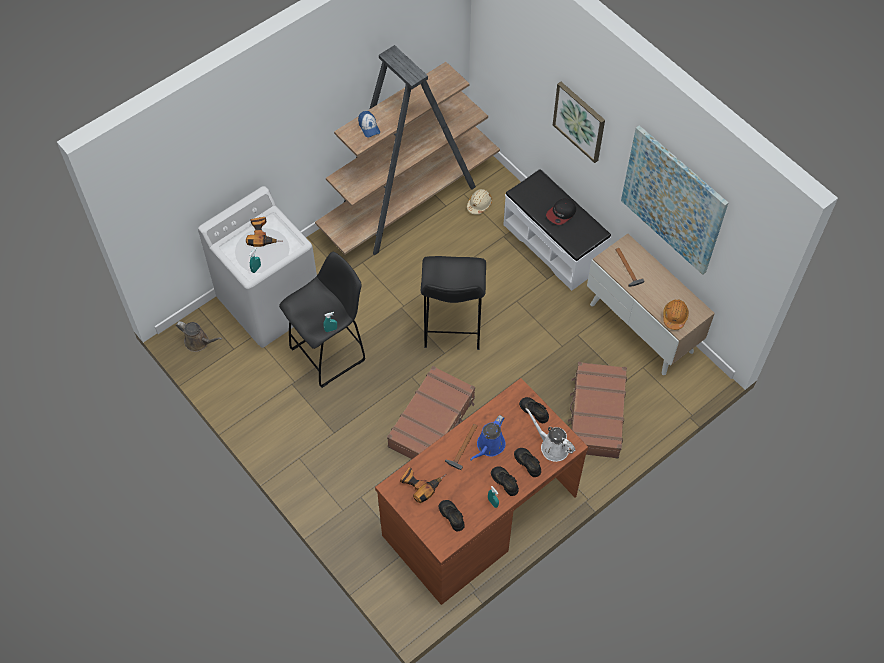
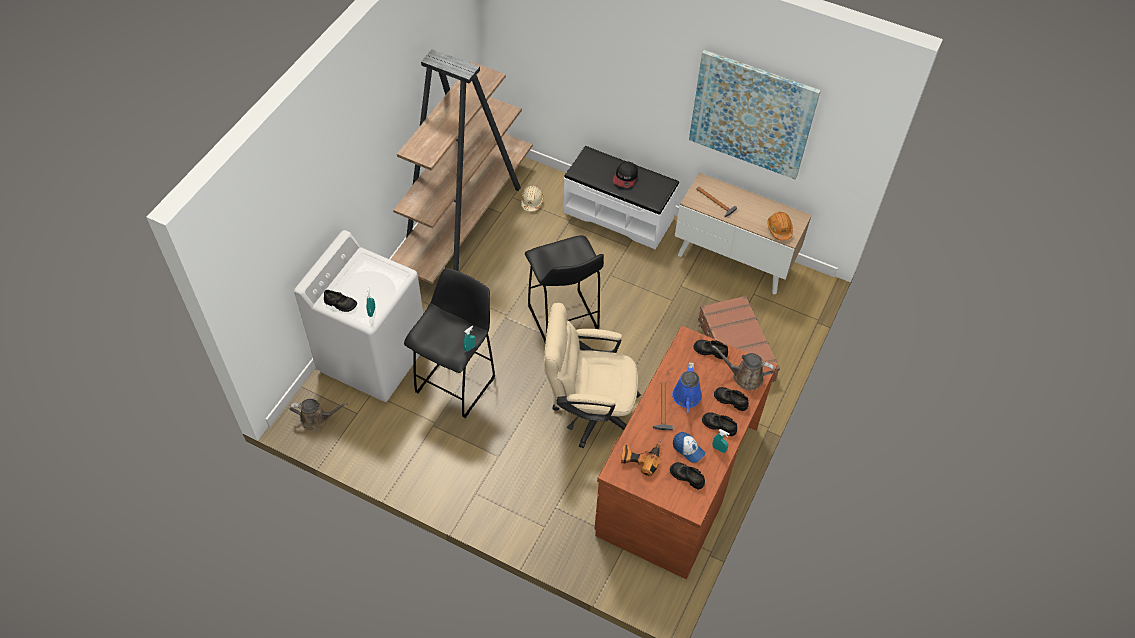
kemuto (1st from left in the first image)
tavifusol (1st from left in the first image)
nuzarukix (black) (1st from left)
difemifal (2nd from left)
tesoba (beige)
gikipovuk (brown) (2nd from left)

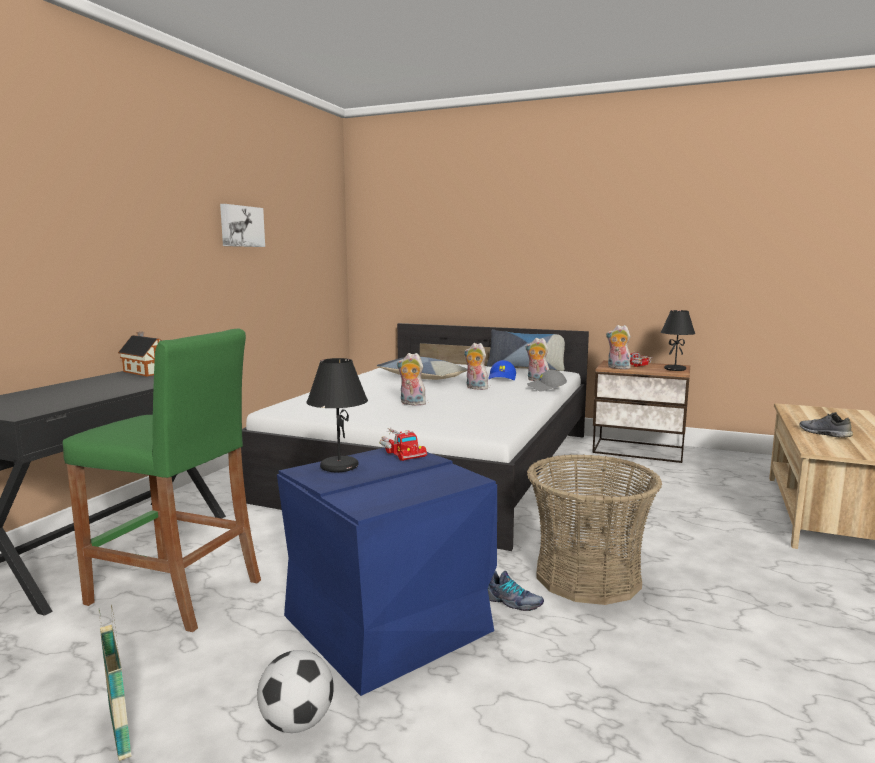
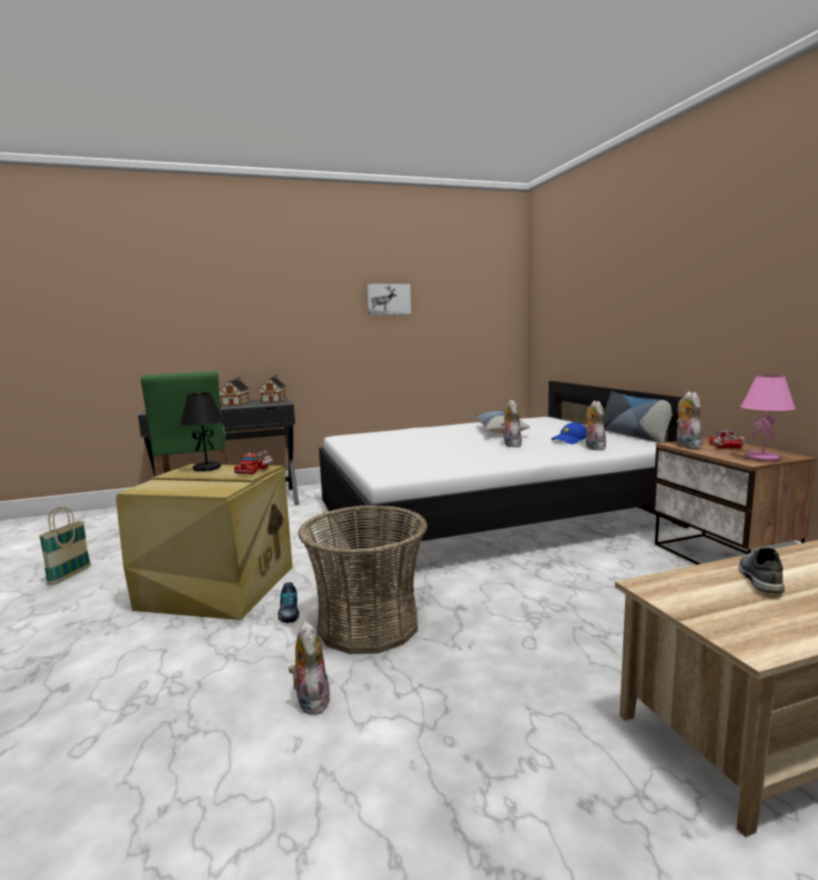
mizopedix
difemifal (grey)
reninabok (1st from left)
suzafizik (1st from left)
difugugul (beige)
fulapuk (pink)

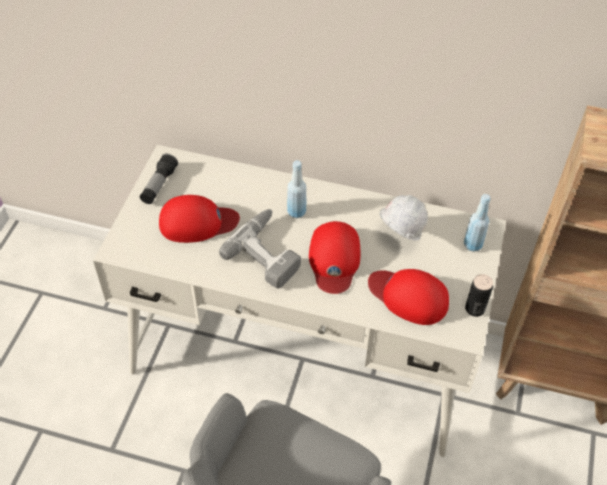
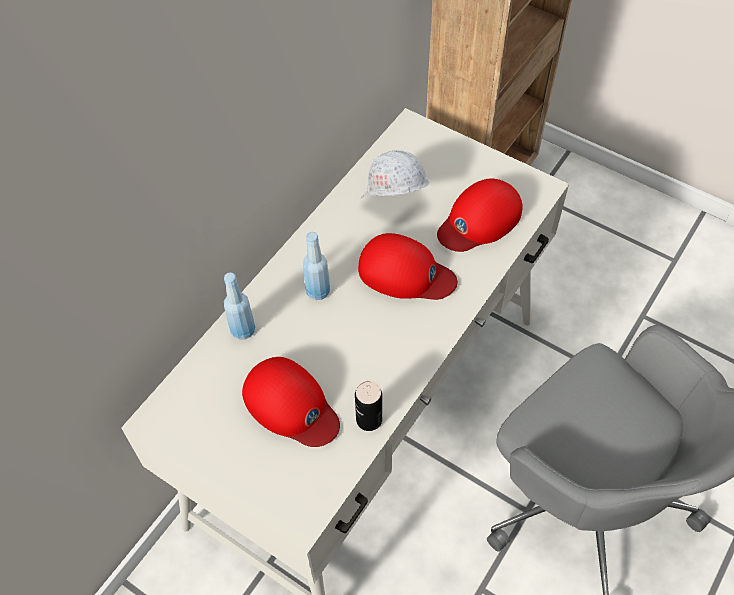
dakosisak
kemuto
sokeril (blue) (1st from left)
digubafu
difemifal (red) (1st from left)

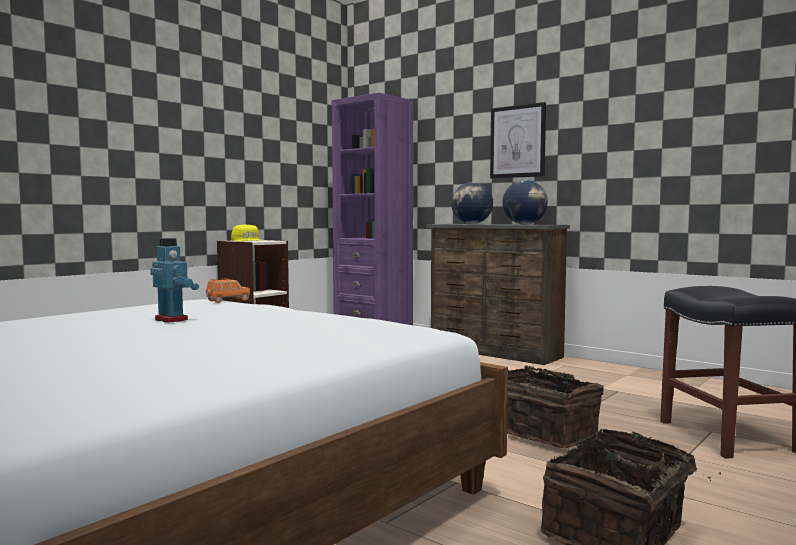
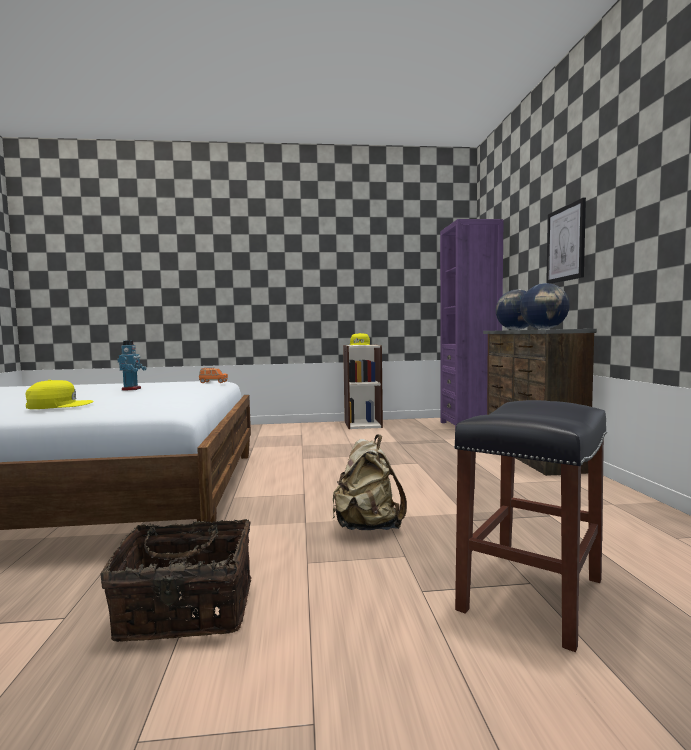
difemifal (yellow) (1st from left)
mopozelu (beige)

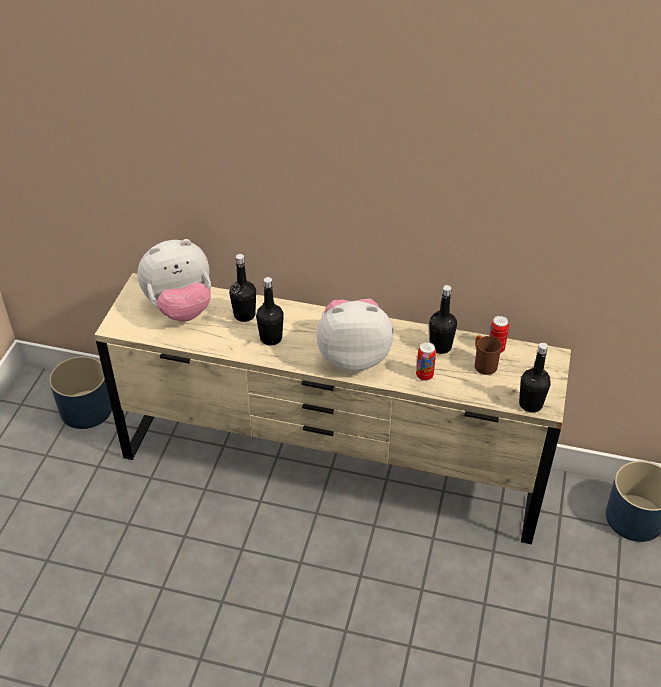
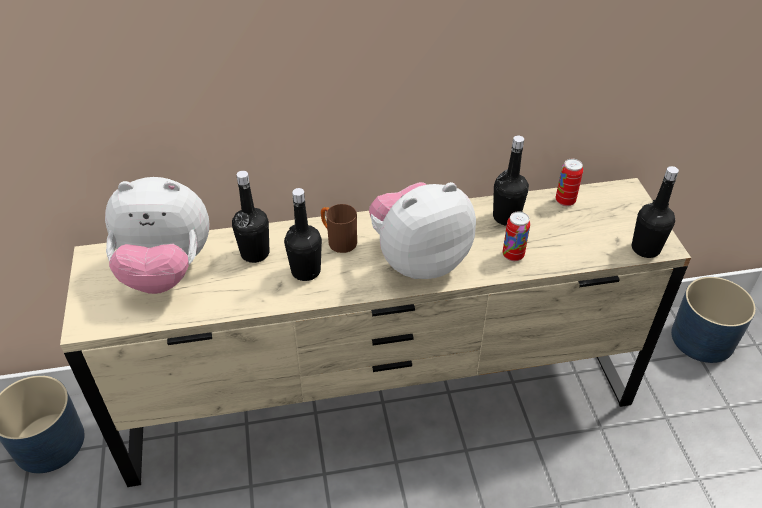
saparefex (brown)
suzafizik (1st from left)

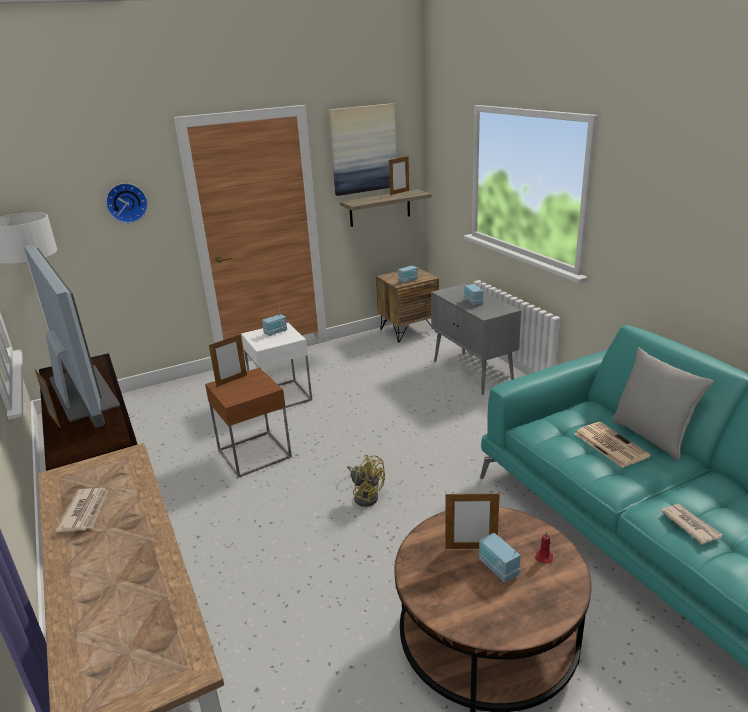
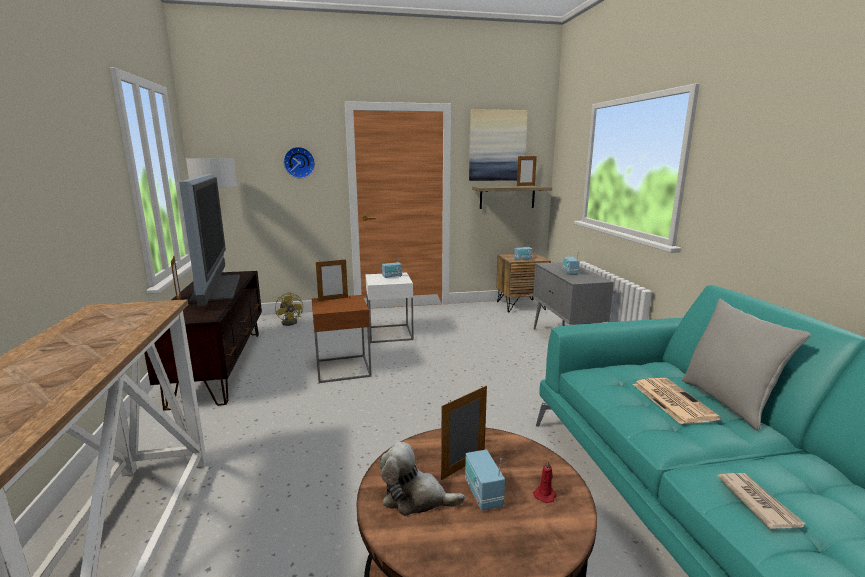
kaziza (1st from left in the first image)
suzafizik
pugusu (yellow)
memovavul (3rd from left)

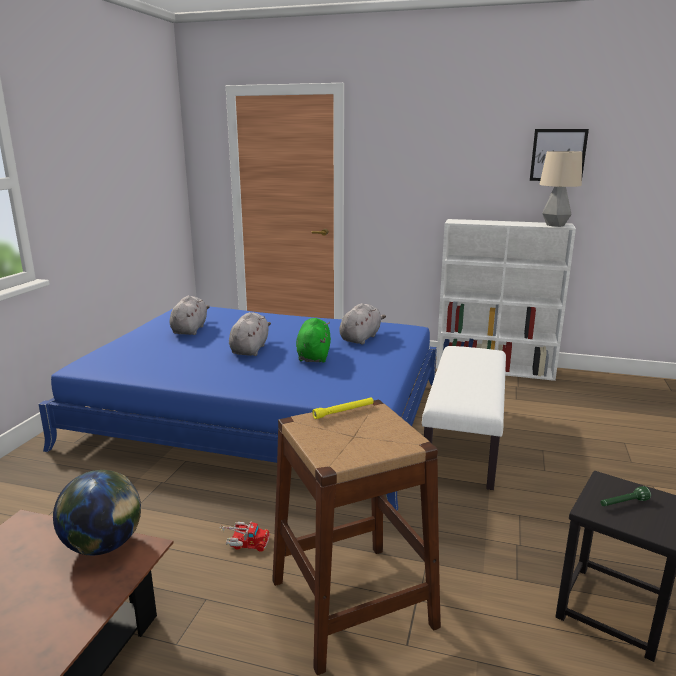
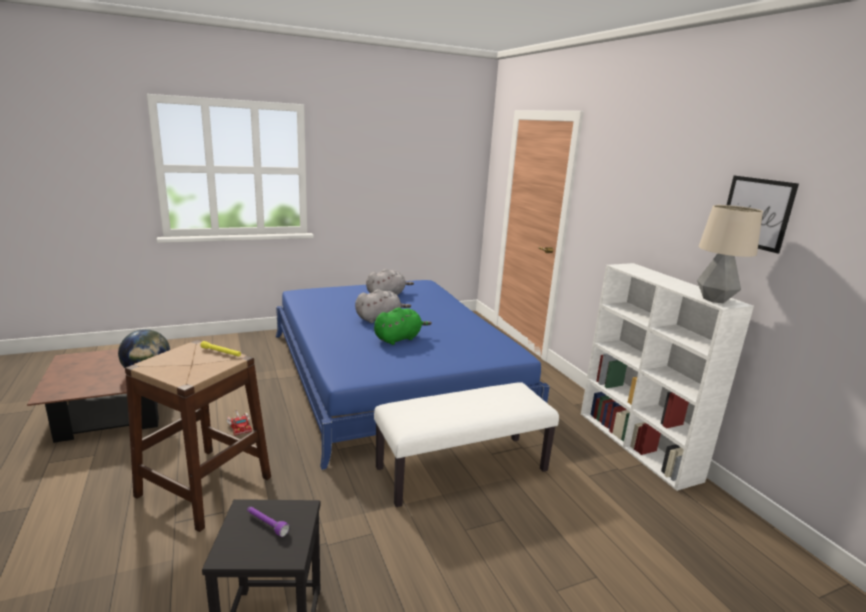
suzafizik (grey) (3rd from left in the first image)
dakosisak (purple)

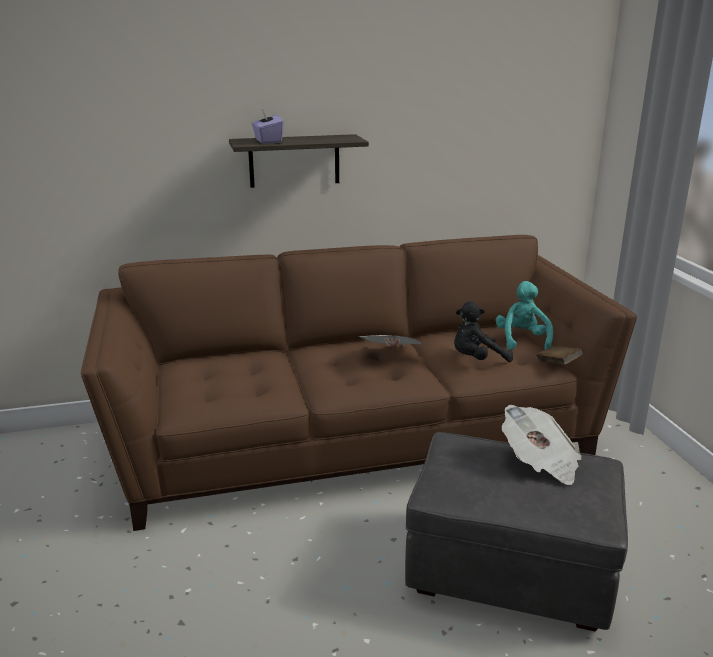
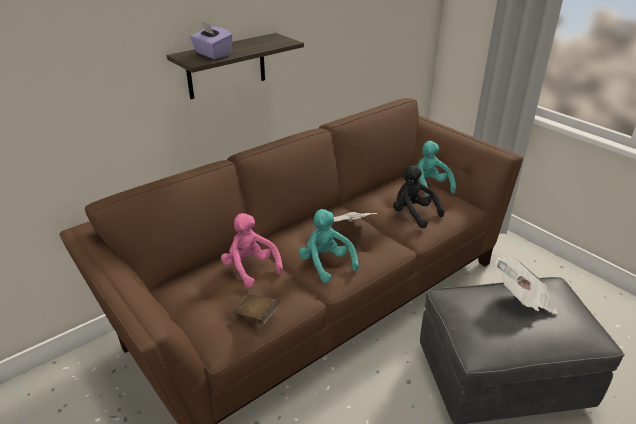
suzafizik (pink)
suzafizik (turquoise) (1st from left)
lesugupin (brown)
suzafizik (black)

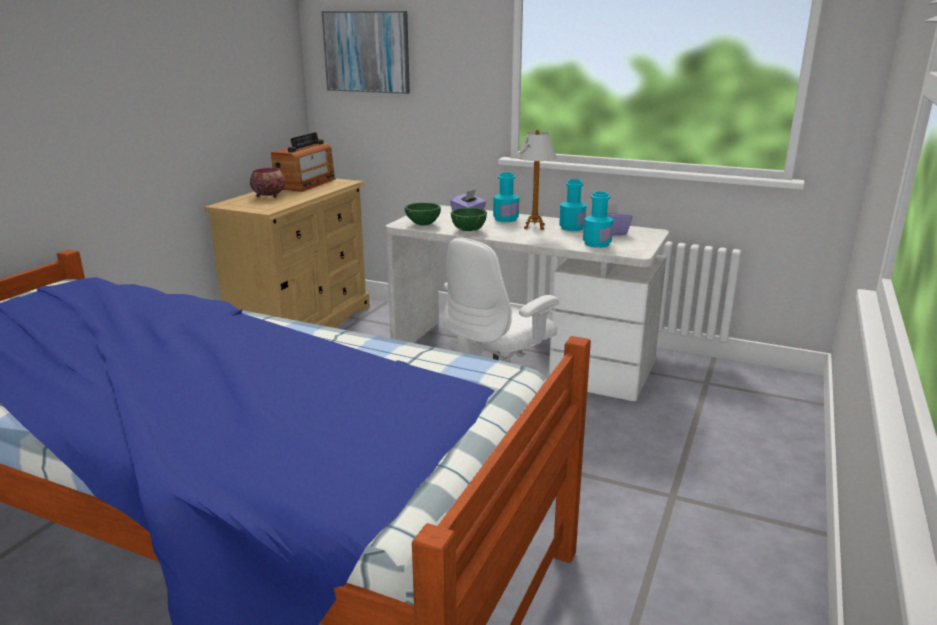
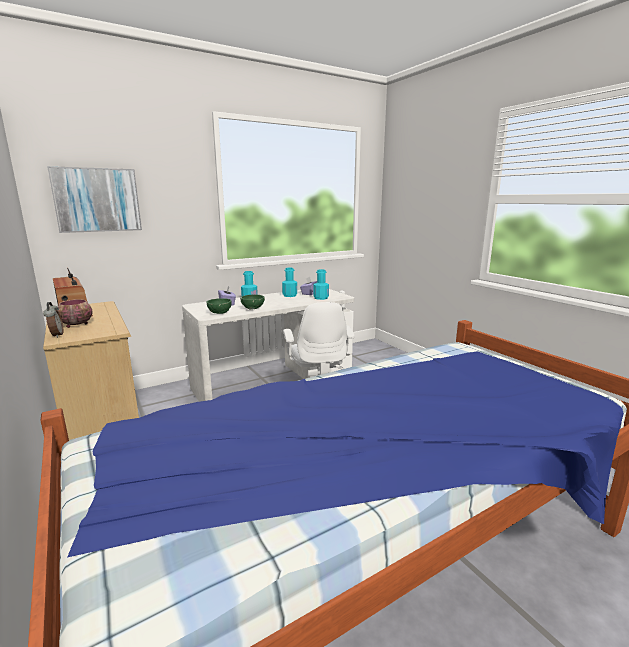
fulapuk
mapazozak

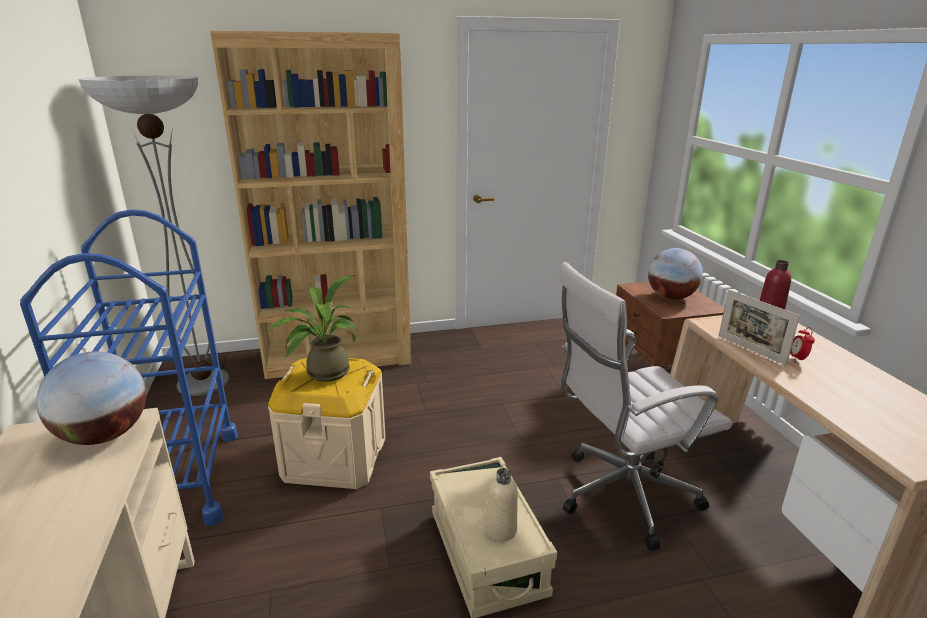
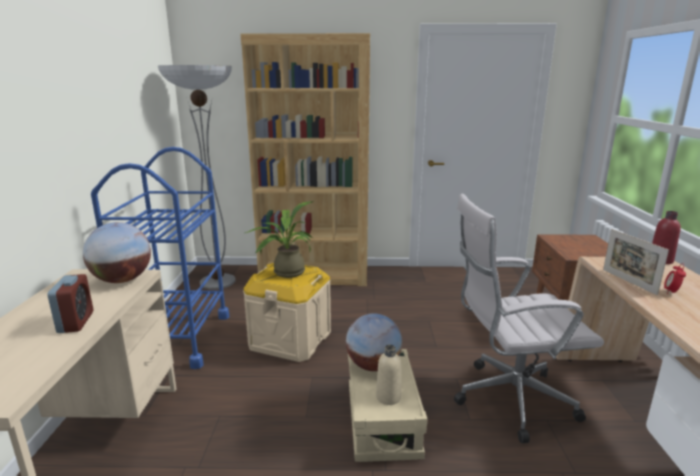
mapazozak (1st from left)
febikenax (2nd from left)

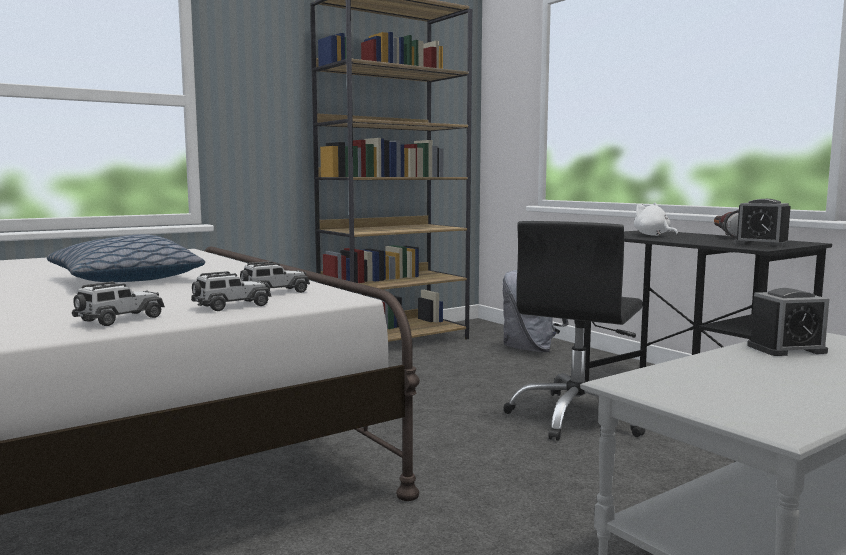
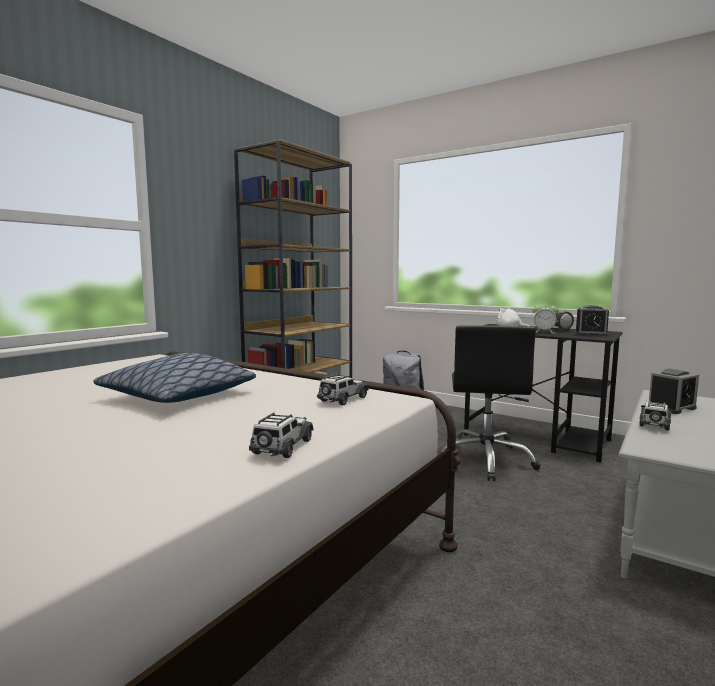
mapazozak (1st from left)
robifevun (3rd from left)

